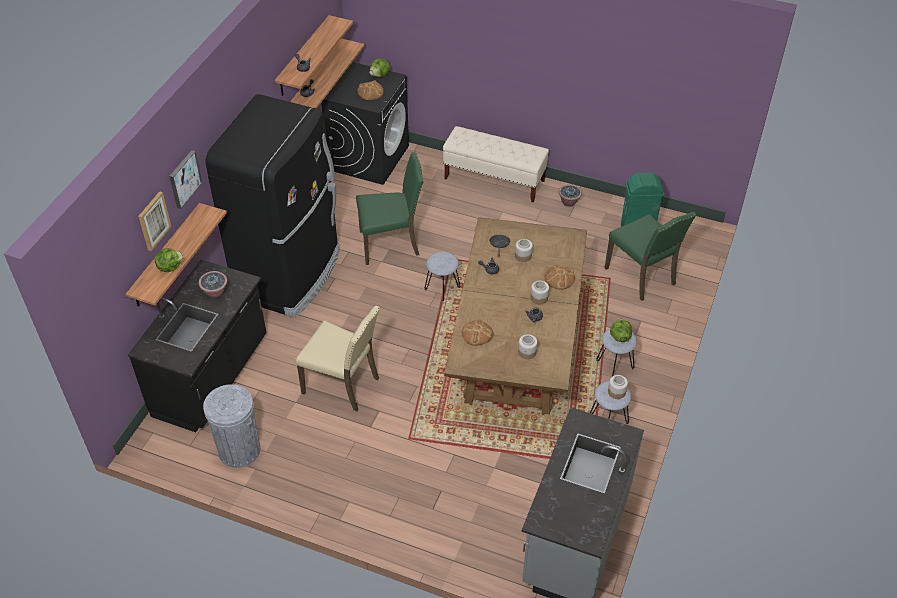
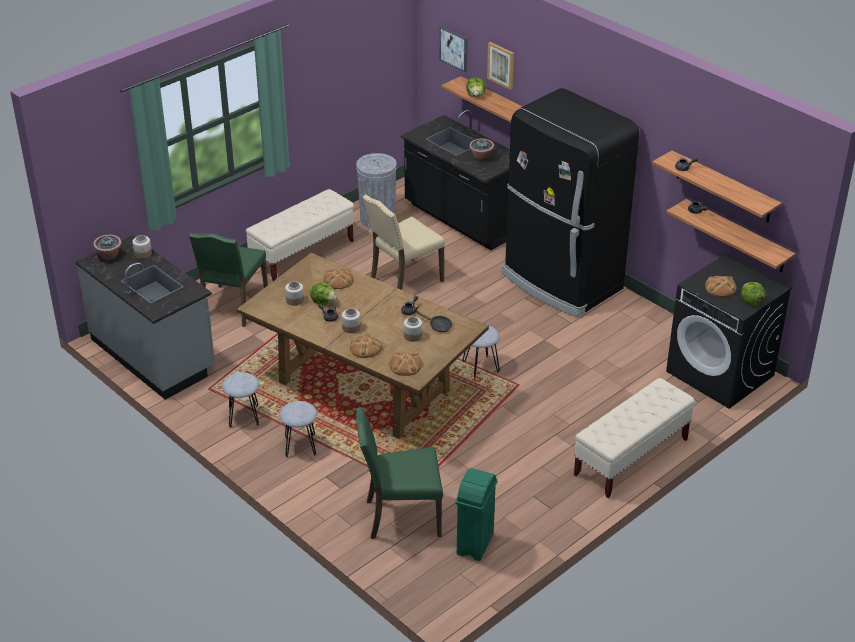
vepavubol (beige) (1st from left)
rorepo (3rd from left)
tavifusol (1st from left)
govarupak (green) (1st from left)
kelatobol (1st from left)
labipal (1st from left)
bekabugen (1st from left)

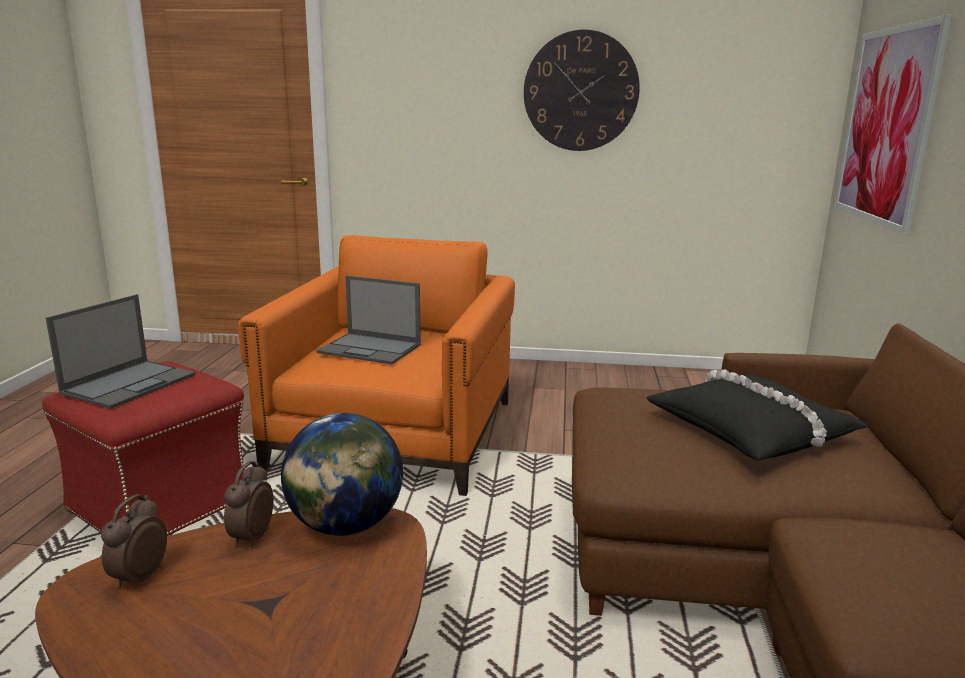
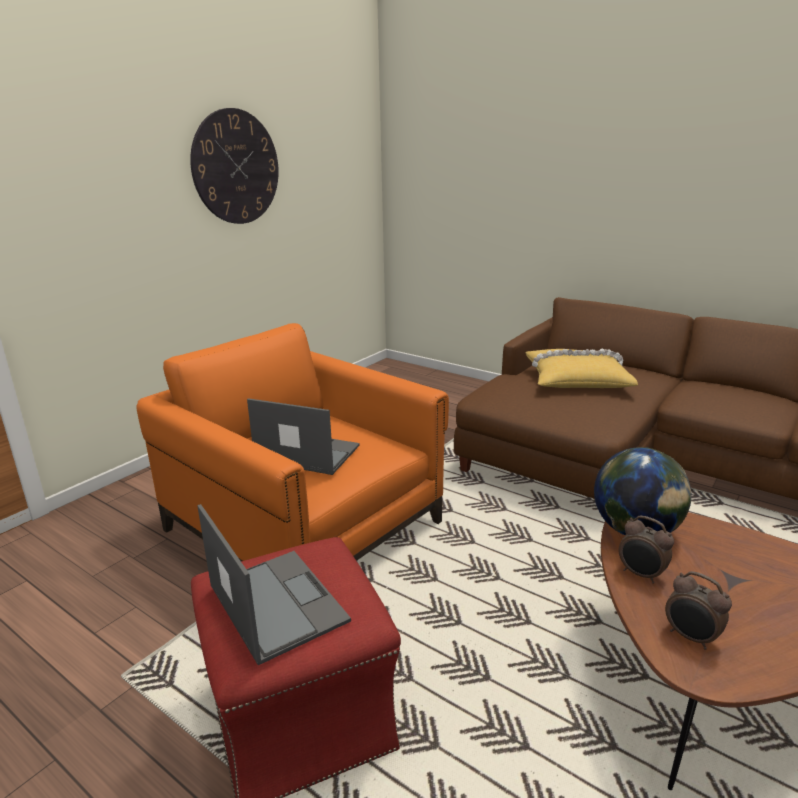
tavifusol
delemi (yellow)
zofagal (2nd from left)

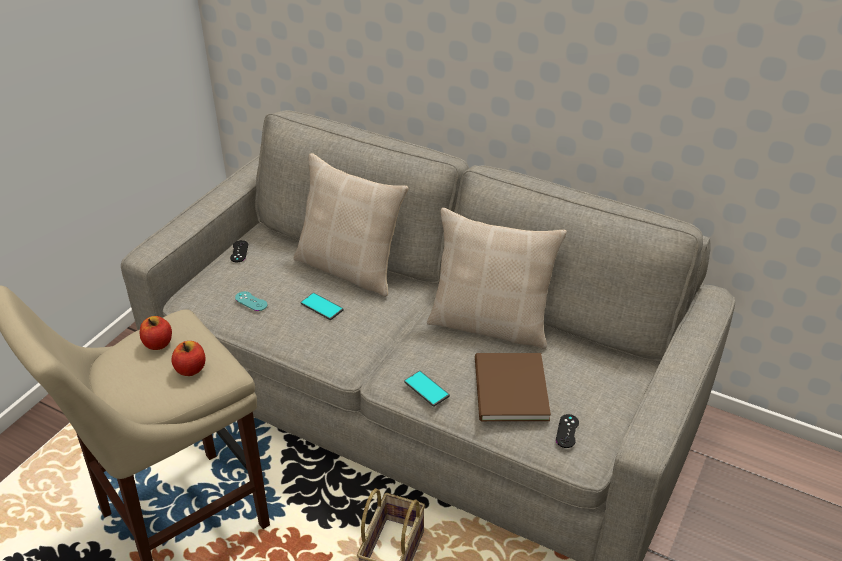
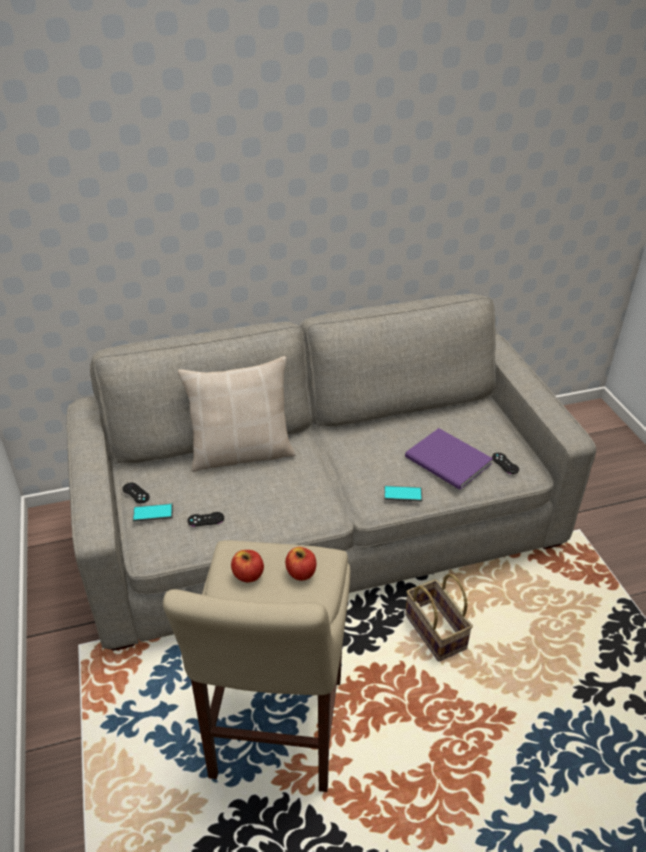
delemi (beige) (2nd from left in the first image)
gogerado (1st from left)
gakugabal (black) (2nd from left)
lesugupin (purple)

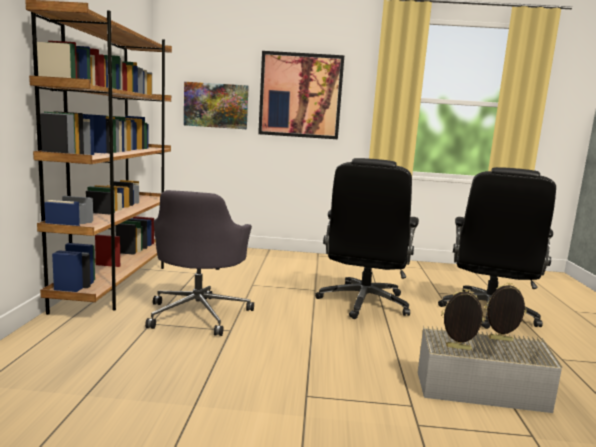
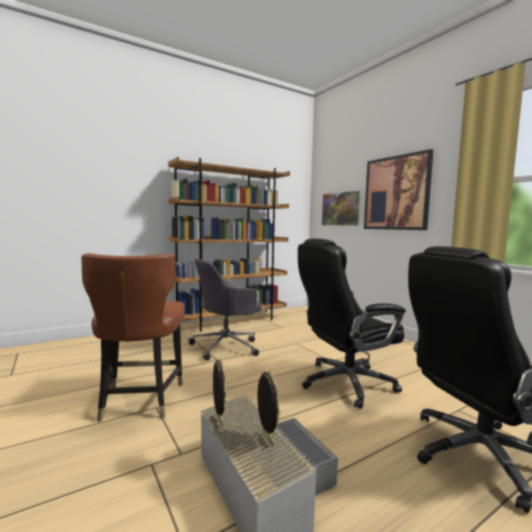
govarupak (brown)

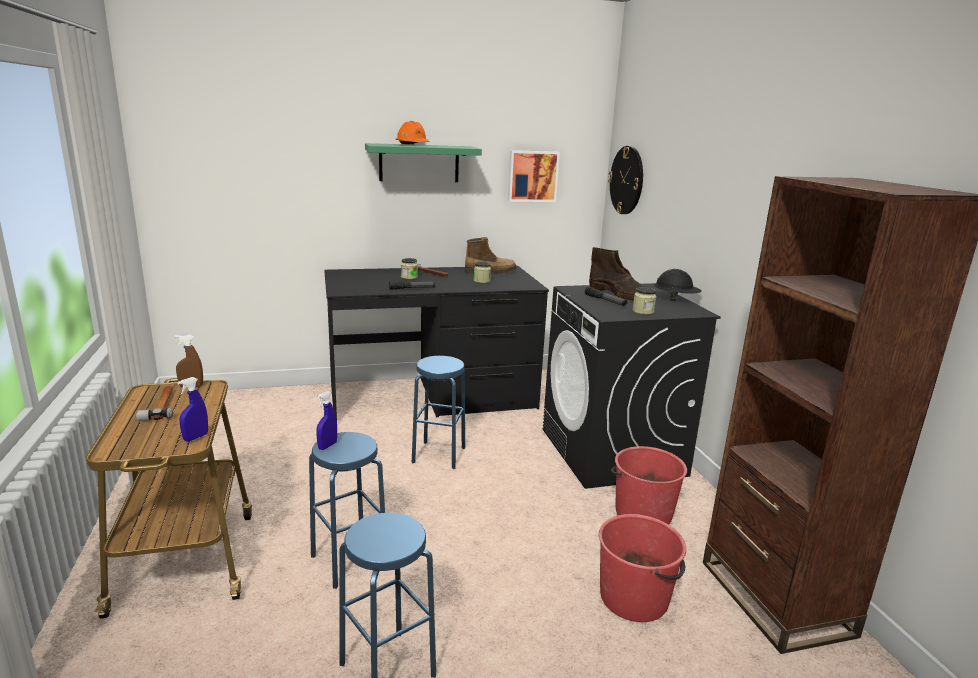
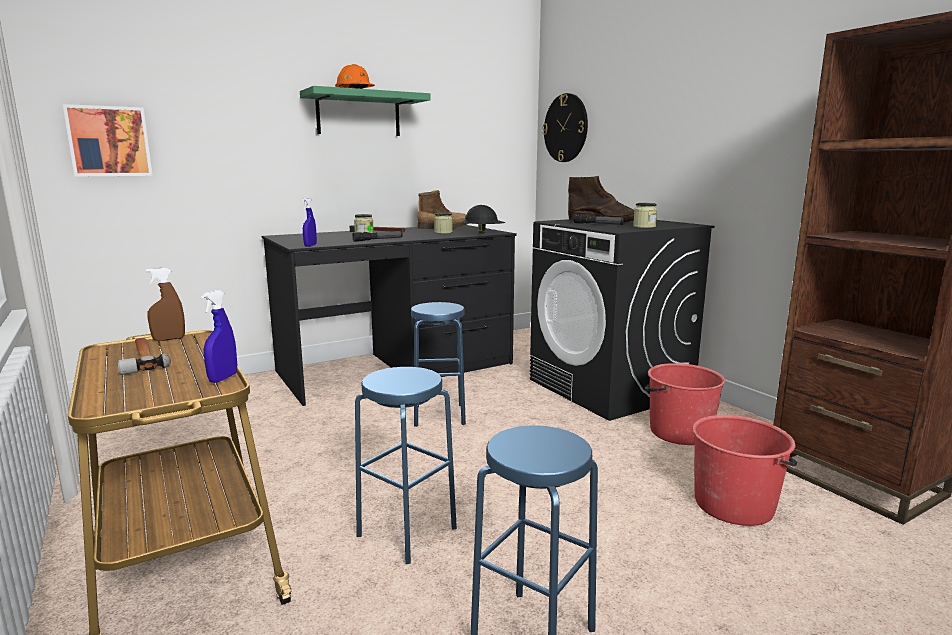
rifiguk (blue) (2nd from left)
tavifusol
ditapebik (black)

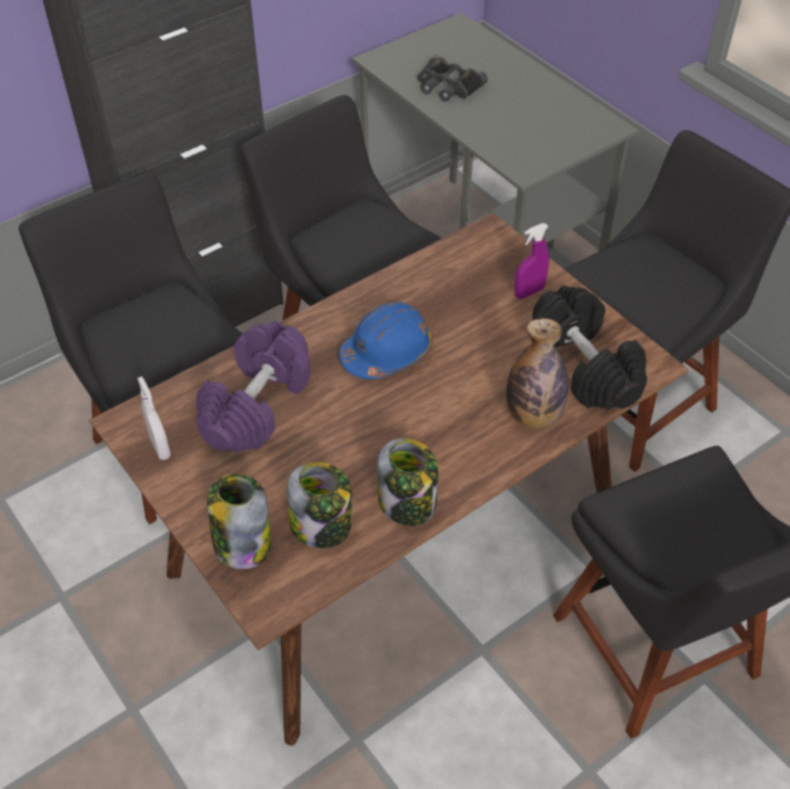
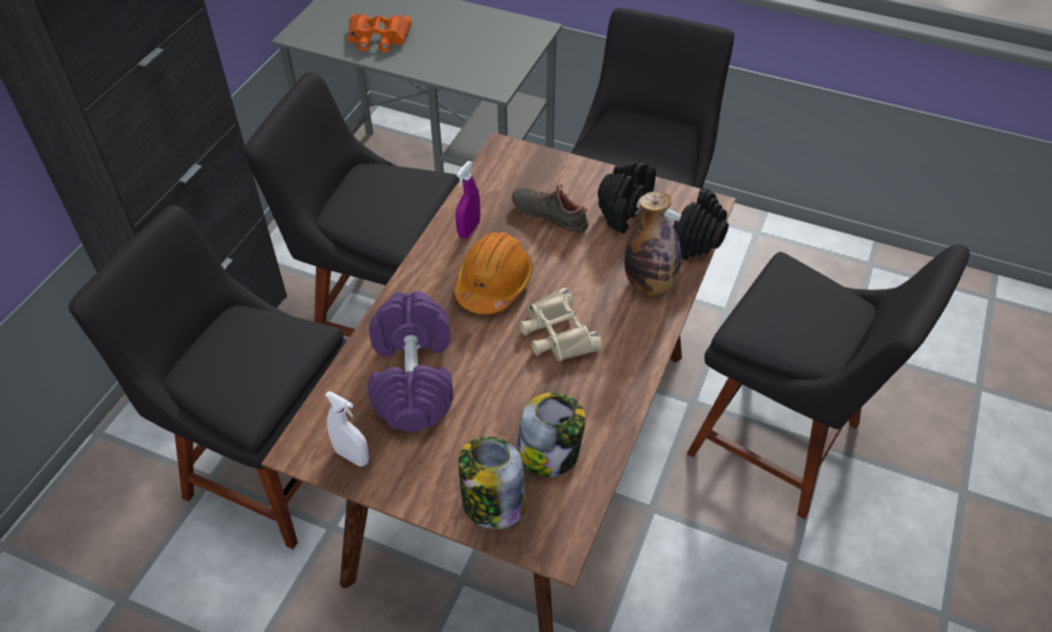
labipal (3rd from left in the first image)
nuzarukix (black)
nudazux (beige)
rifiguk (purple)
ditapebik (orange)
nudazux (orange)

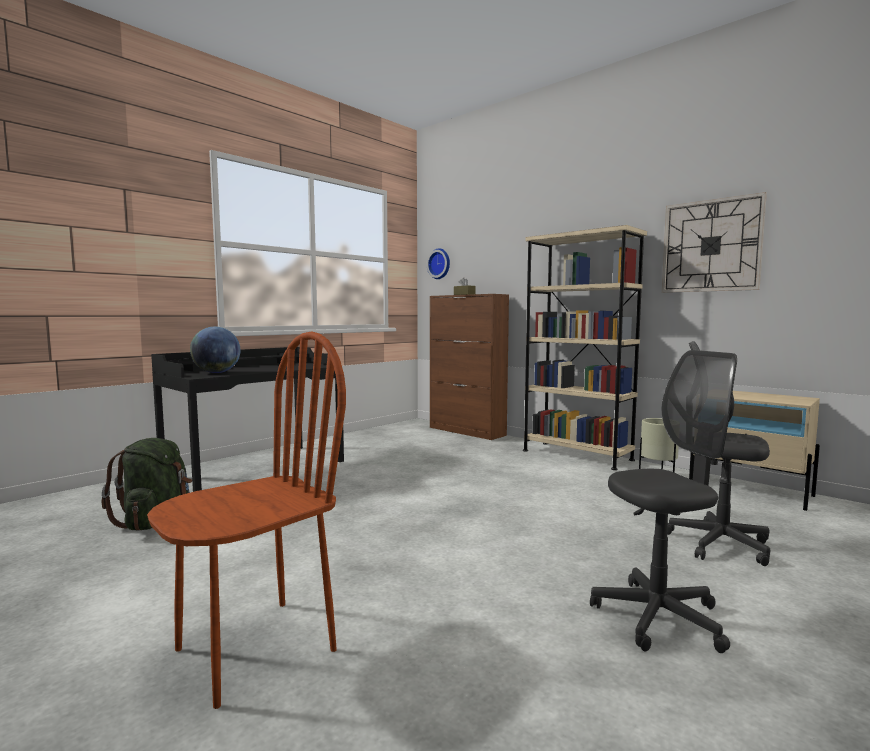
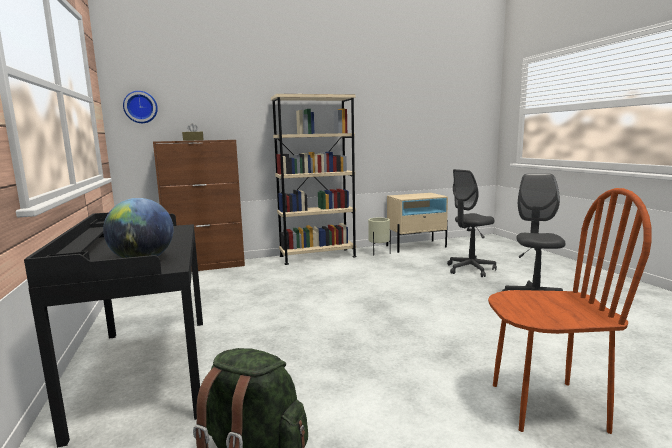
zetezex (2nd from left in the first image)
govarupak (brown)

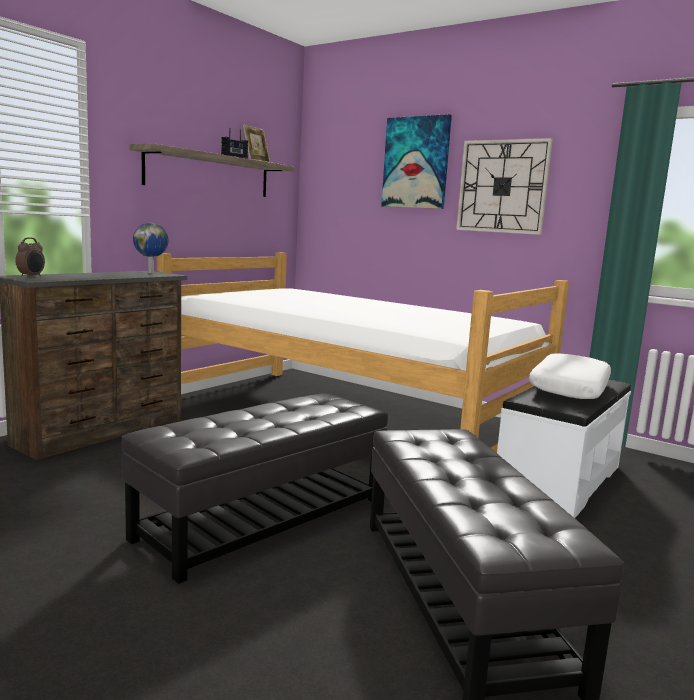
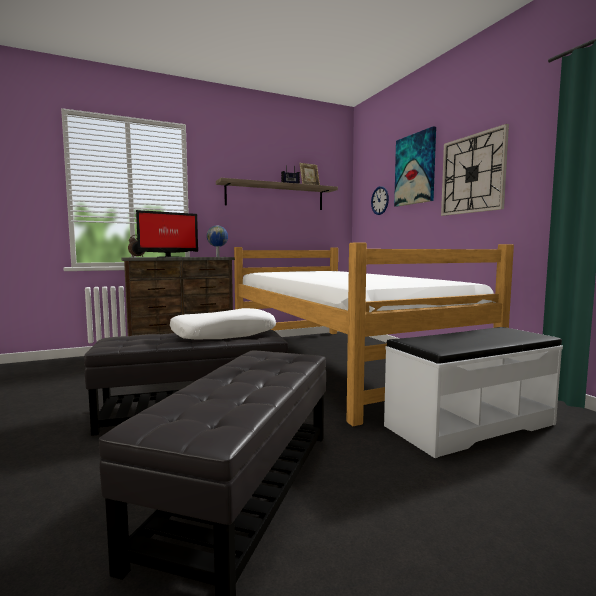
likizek
zetezex (1st from left)
delemi (white)

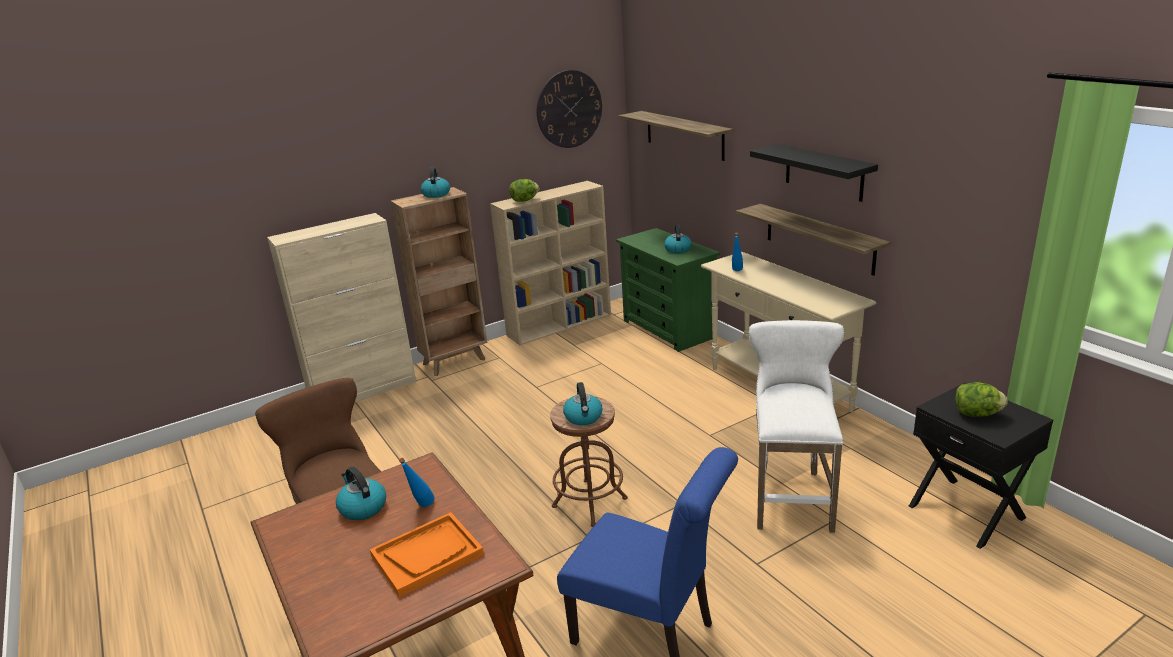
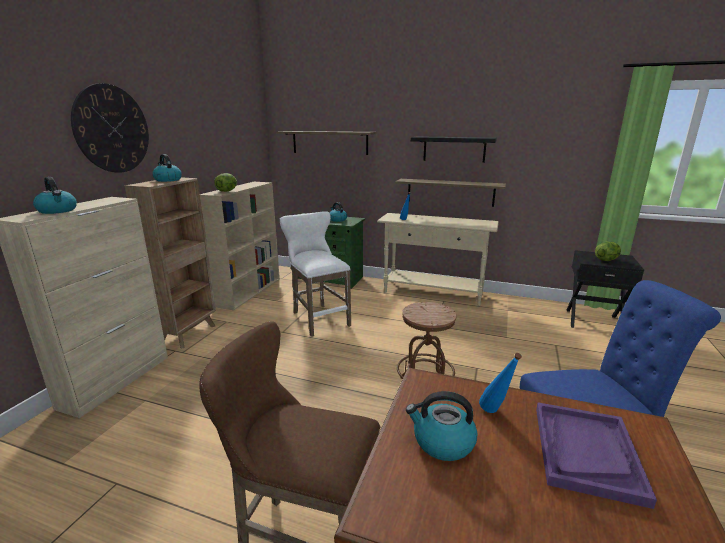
zetezex
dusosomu (1st from left)
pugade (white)
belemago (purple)

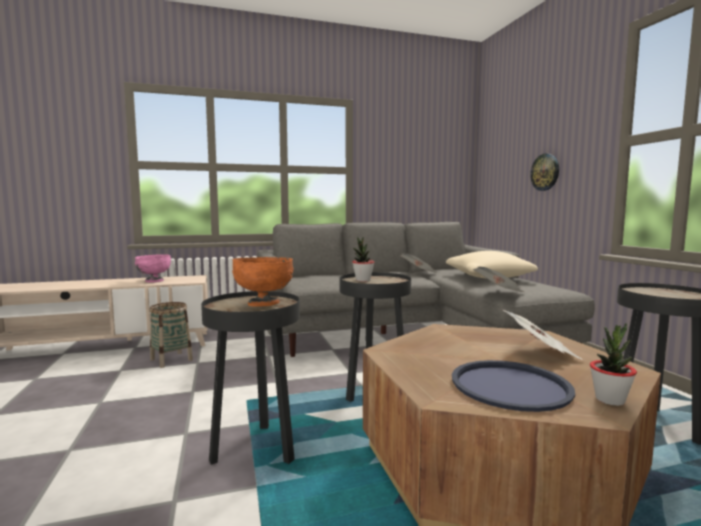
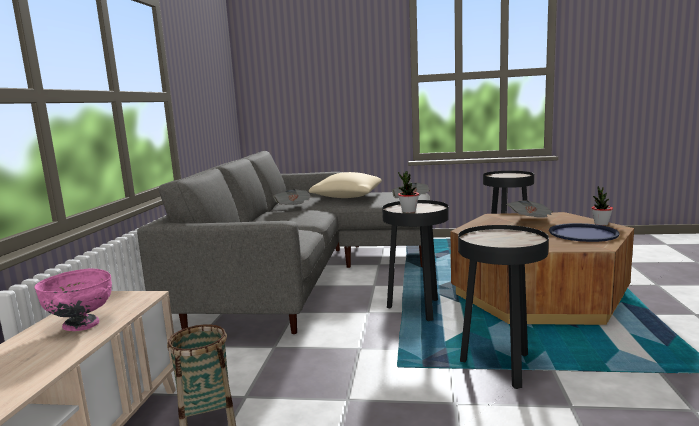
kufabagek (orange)
zetezex

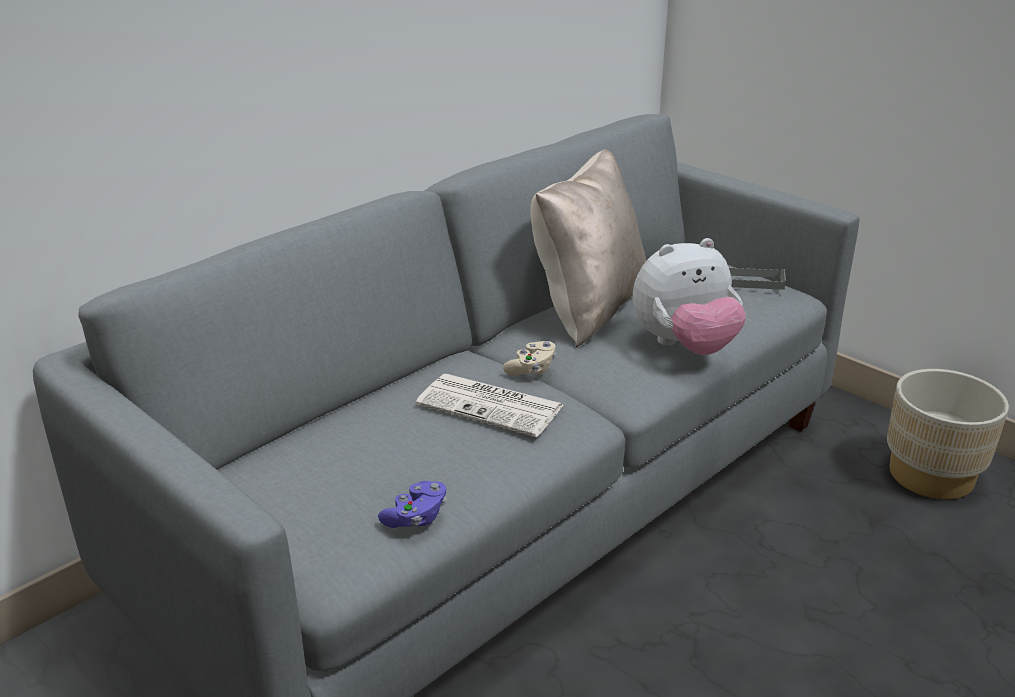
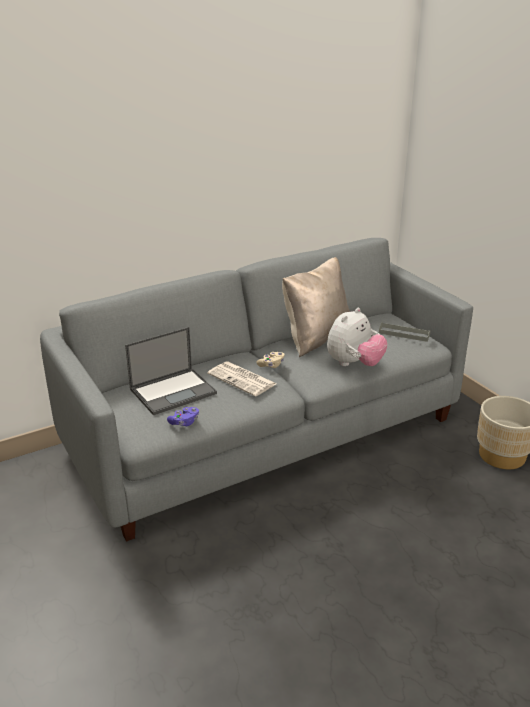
zofagal
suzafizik

